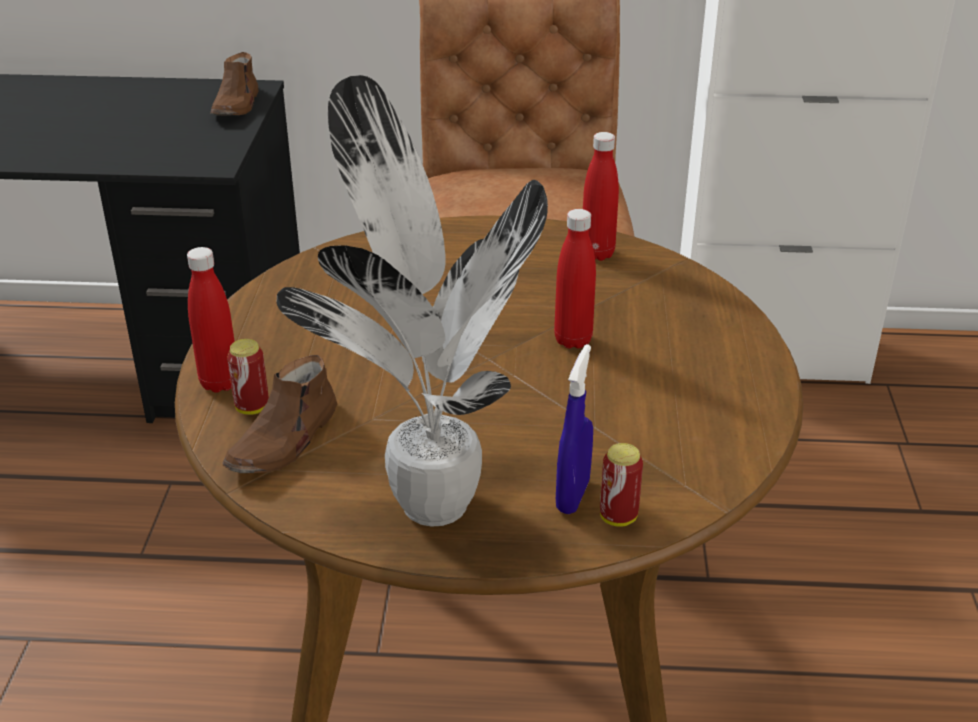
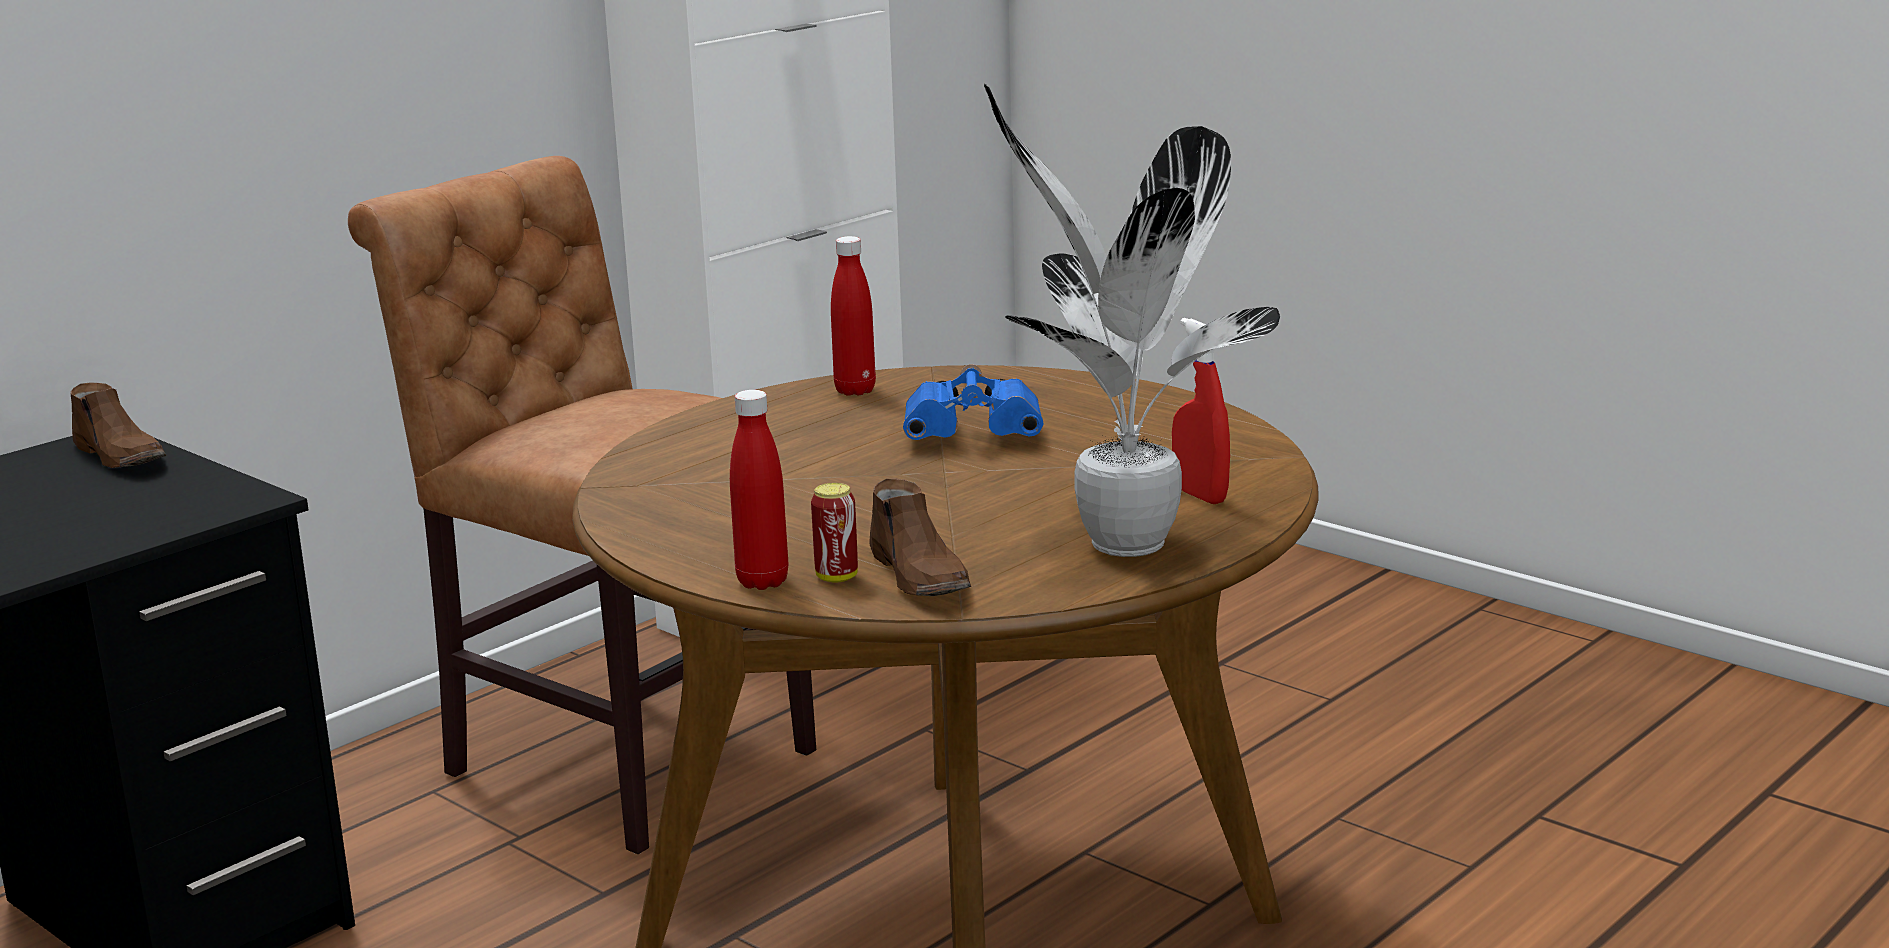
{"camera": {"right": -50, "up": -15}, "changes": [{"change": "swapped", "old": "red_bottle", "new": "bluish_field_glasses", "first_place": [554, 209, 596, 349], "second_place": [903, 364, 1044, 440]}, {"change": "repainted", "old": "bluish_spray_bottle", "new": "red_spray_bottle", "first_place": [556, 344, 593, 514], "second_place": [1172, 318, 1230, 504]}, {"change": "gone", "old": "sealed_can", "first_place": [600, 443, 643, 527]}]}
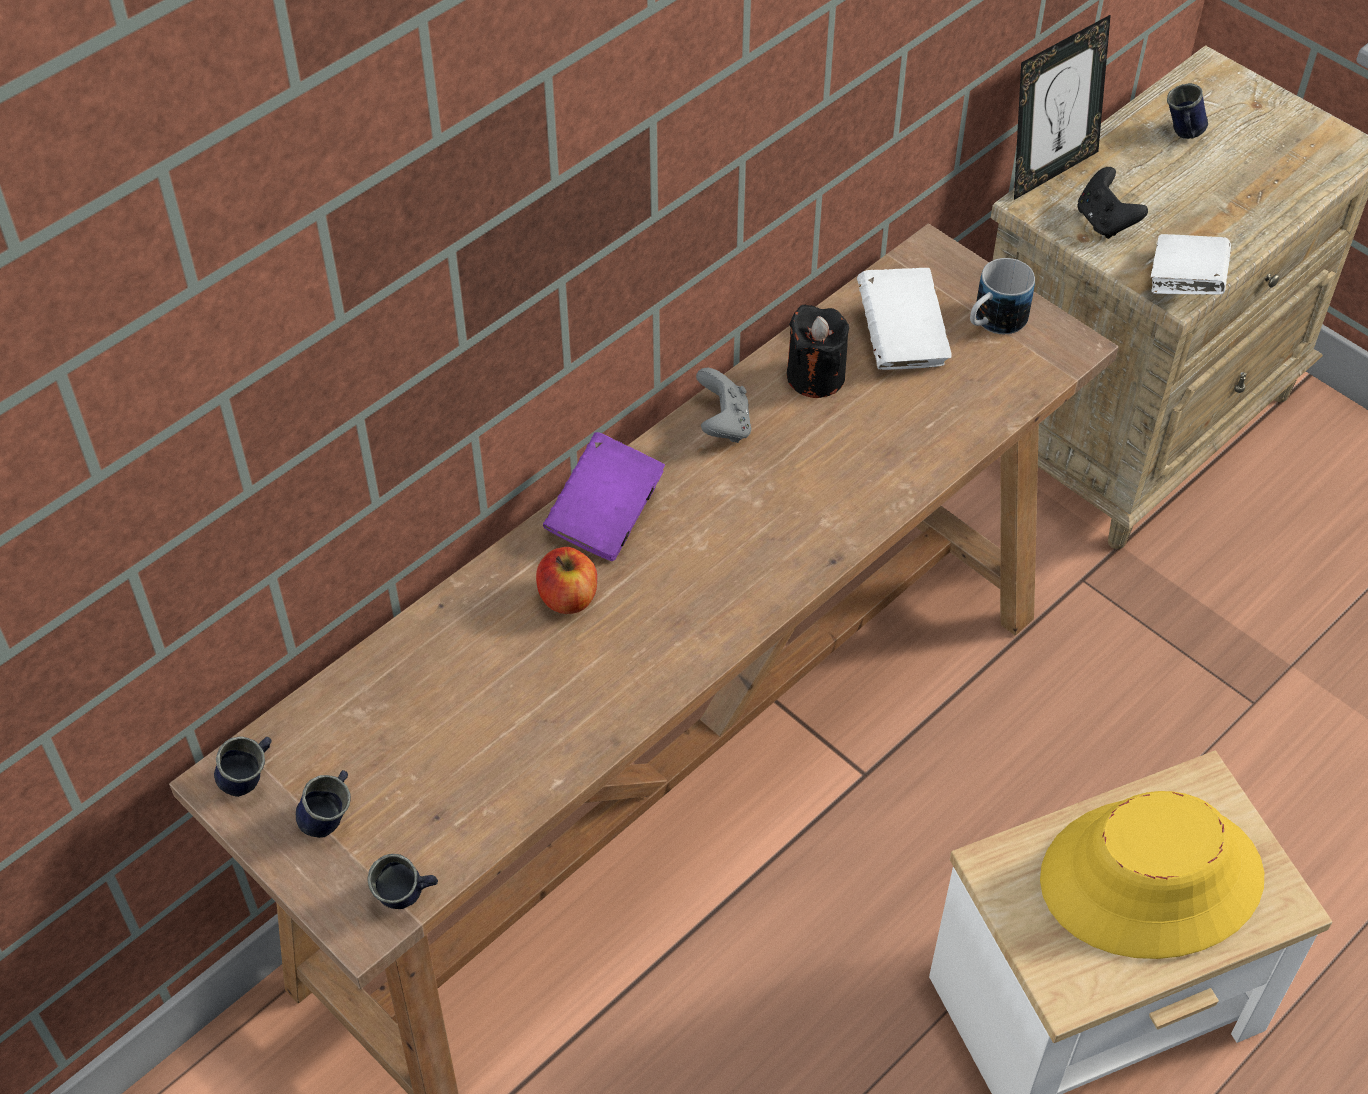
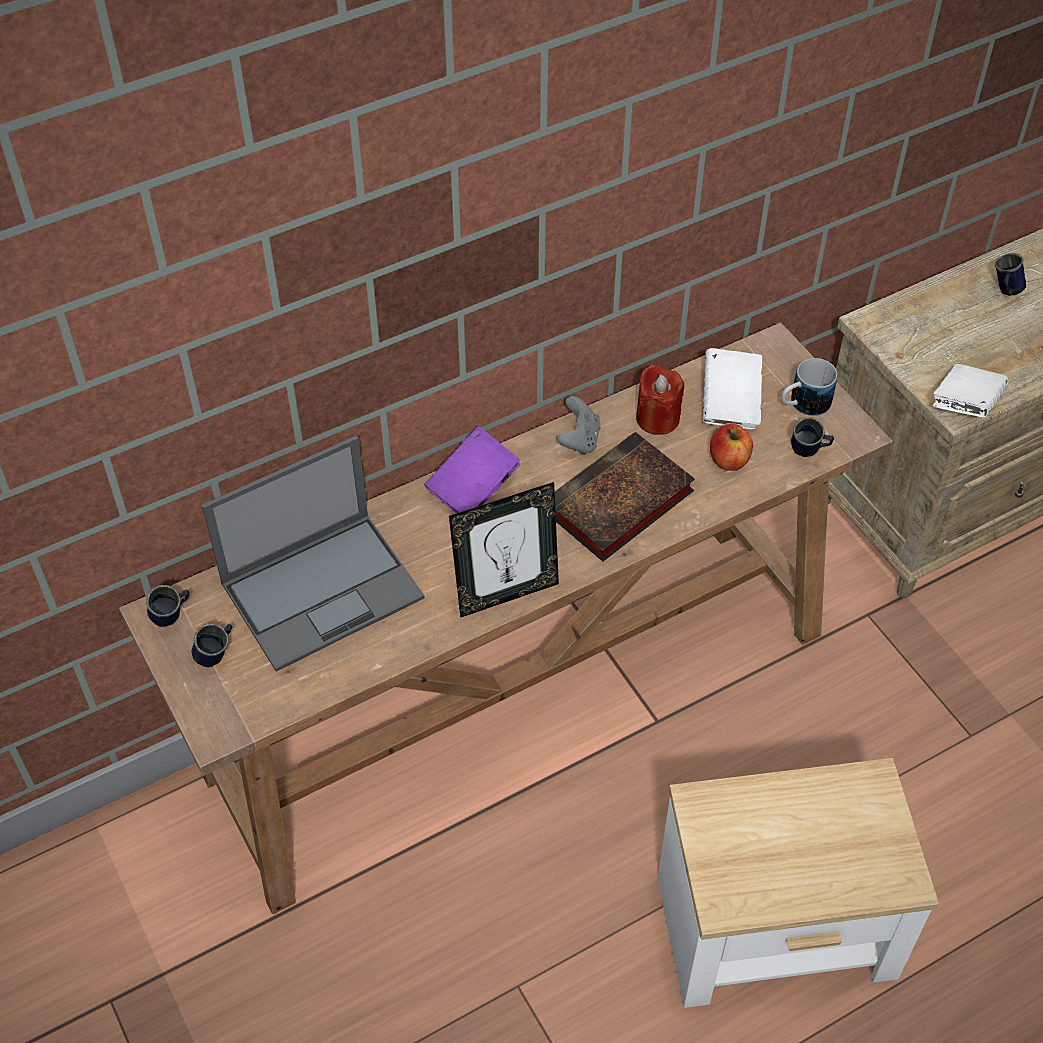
{"camera": {"right": 15, "up": 0}, "changes": [{"change": "shifted", "old": "standing_frame", "first_place": [1014, 15, 1111, 200], "second_place": [449, 482, 559, 618]}, {"change": "gone", "old": "black_game_controller", "first_place": [1077, 167, 1148, 239]}, {"change": "repainted", "old": "black_wax_candle", "new": "red_wax_candle", "first_place": [787, 305, 849, 398], "second_place": [636, 364, 684, 435]}, {"change": "shifted", "old": "whole_apple", "first_place": [536, 547, 597, 614], "second_place": [710, 424, 753, 471]}, {"change": "gone", "old": "yellow_clothing_hat", "first_place": [1040, 791, 1264, 959]}, {"change": "shifted", "old": "bluish_mug", "first_place": [367, 854, 438, 909], "second_place": [791, 417, 834, 457]}, {"change": "new", "new": "book", "second_place": [554, 432, 695, 562]}, {"change": "new", "new": "portable_computer", "second_place": [202, 436, 425, 671]}]}
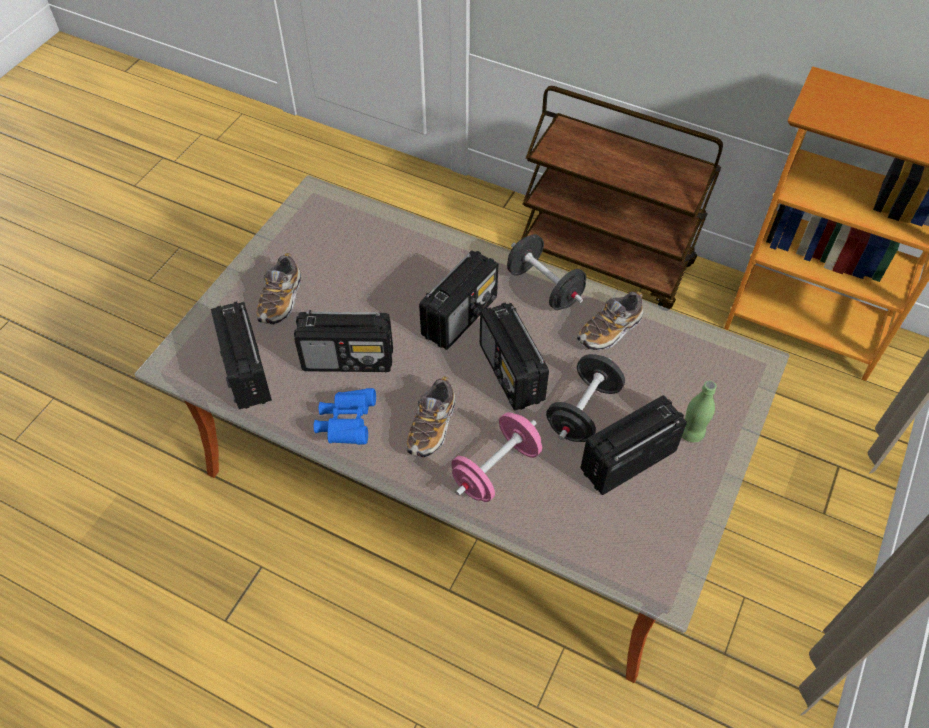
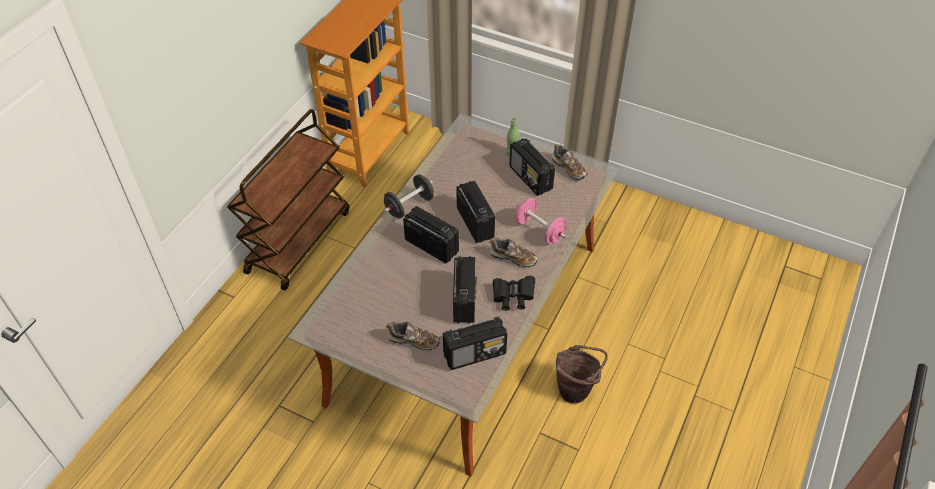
{"camera": {"right": -90, "up": -5}, "changes": [{"change": "shifted", "old": "low_shoe", "first_place": [577, 291, 643, 350], "second_place": [552, 144, 588, 181]}, {"change": "rotated", "old": "radio_receiver", "first_place": [480, 303, 549, 411], "second_place": [456, 181, 495, 243], "degrees": -90}, {"change": "gone", "old": "black_dumbbell", "first_place": [546, 354, 625, 442]}, {"change": "repainted", "old": "bluish_field_glasses", "new": "black_field_glasses", "first_place": [314, 388, 376, 445], "second_place": [492, 276, 535, 311]}, {"change": "new", "new": "brown-coloured_bucket", "second_place": [556, 345, 608, 403]}]}
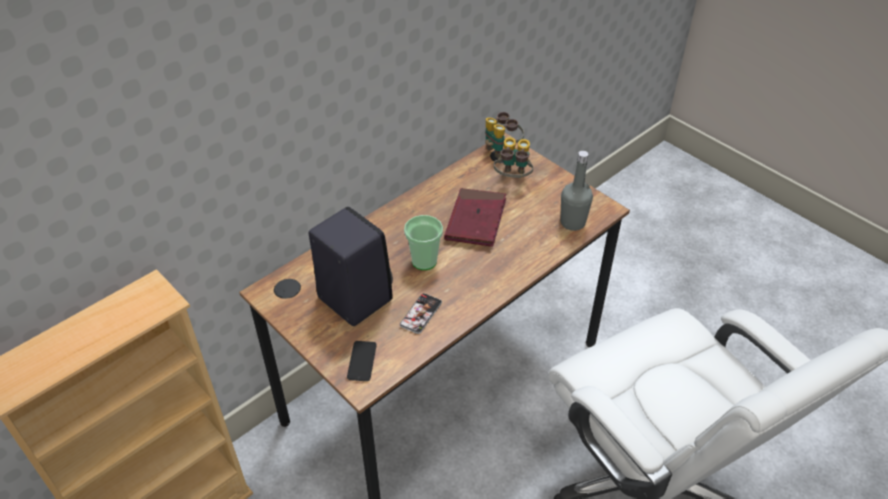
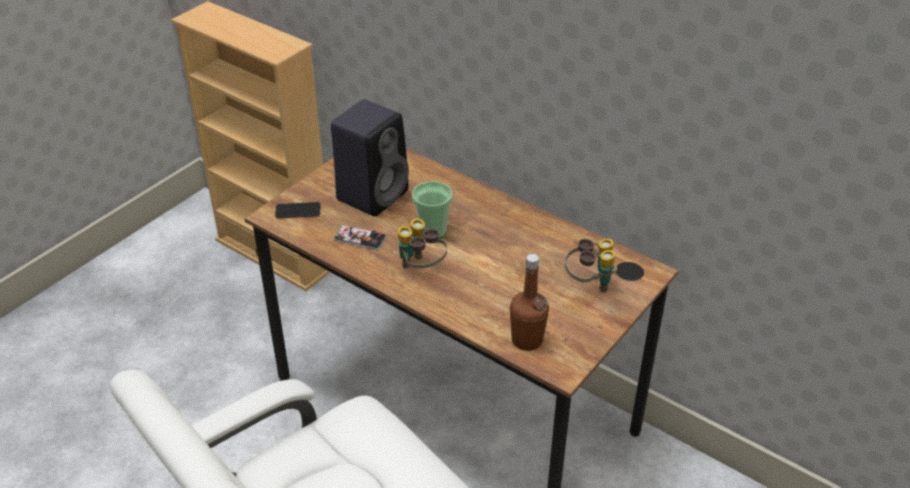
{"camera": {"right": 80, "up": -5}, "changes": [{"change": "shifted", "old": "field_glasses", "first_place": [485, 112, 524, 158], "second_place": [398, 218, 447, 268]}, {"change": "repainted", "old": "gray_bottle", "new": "brown-coloured_bottle", "first_place": [560, 151, 593, 231], "second_place": [510, 254, 549, 351]}, {"change": "gone", "old": "red_book", "first_place": [444, 188, 506, 247]}]}
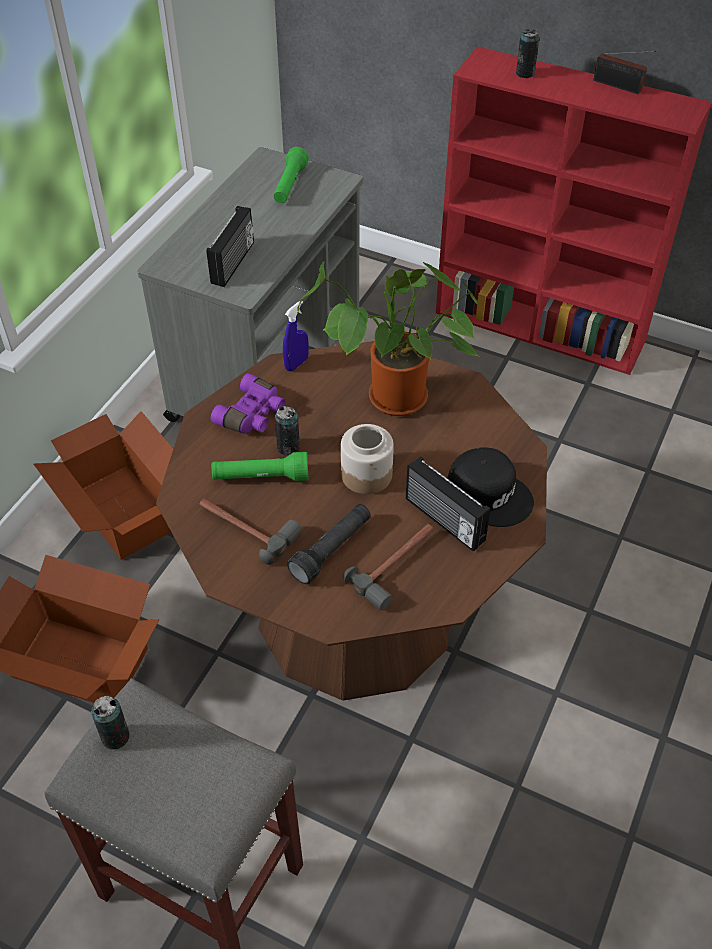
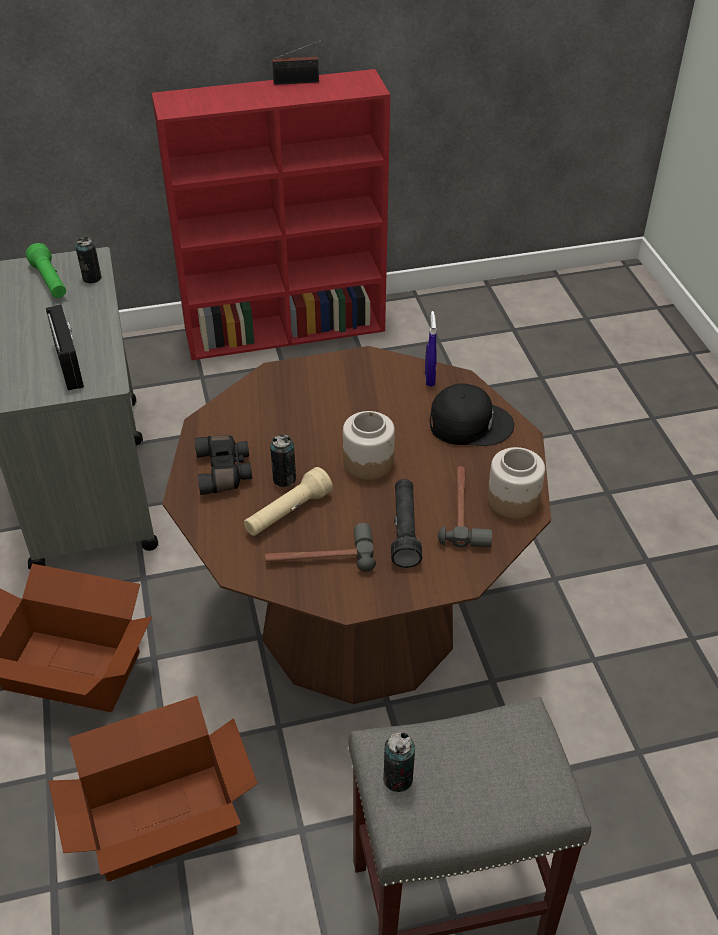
{"camera": {"right": -40, "up": -5}, "changes": [{"change": "shifted", "old": "sealed_can", "first_place": [516, 29, 540, 78], "second_place": [76, 237, 102, 283]}, {"change": "gone", "old": "potted_plant", "first_place": [297, 261, 479, 416]}, {"change": "shifted", "old": "bluish_spray_bottle", "first_place": [283, 301, 309, 372], "second_place": [425, 311, 437, 387]}, {"change": "repainted", "old": "purple-coloured_field_glasses", "new": "black_field_glasses", "first_place": [211, 373, 285, 434], "second_place": [195, 436, 252, 495]}, {"change": "repainted", "old": "green_torch", "new": "beige-coloured_torch", "first_place": [212, 452, 309, 481], "second_place": [244, 467, 333, 536]}, {"change": "gone", "old": "radio_receiver", "first_place": [406, 456, 490, 552]}, {"change": "new", "new": "storage_jar", "second_place": [487, 447, 545, 519]}]}
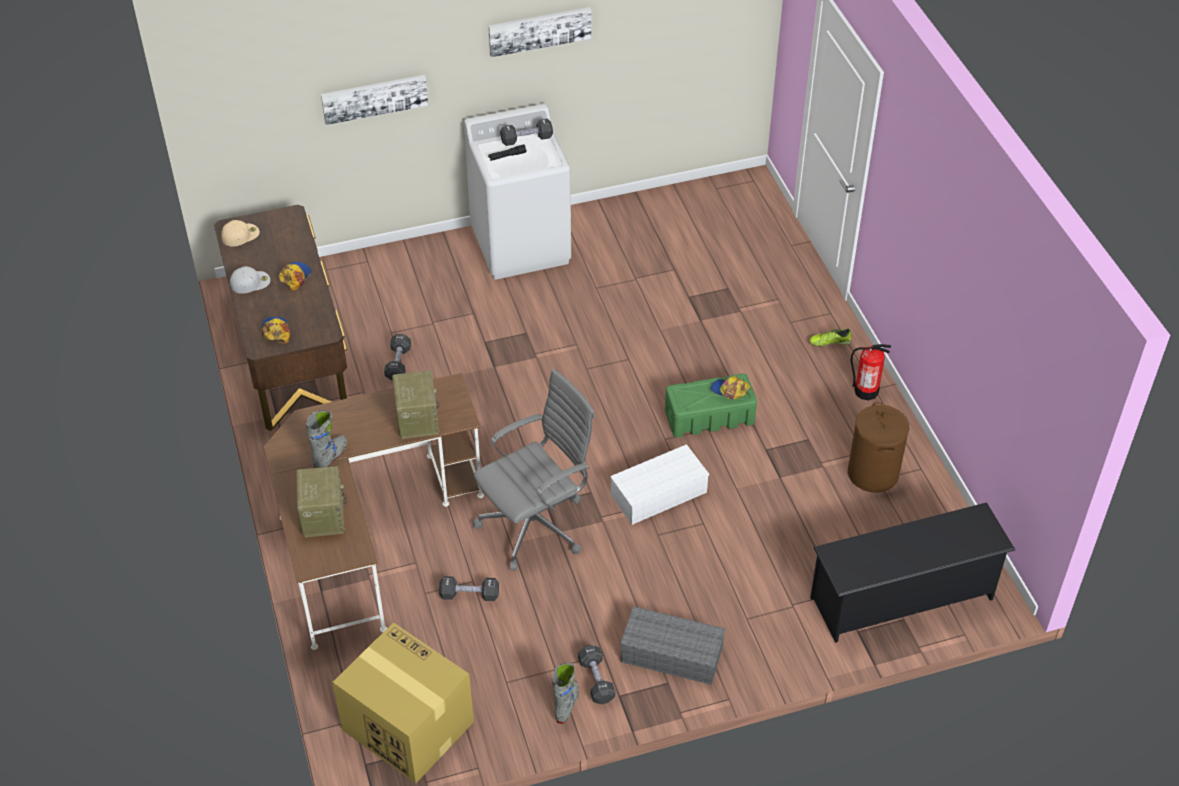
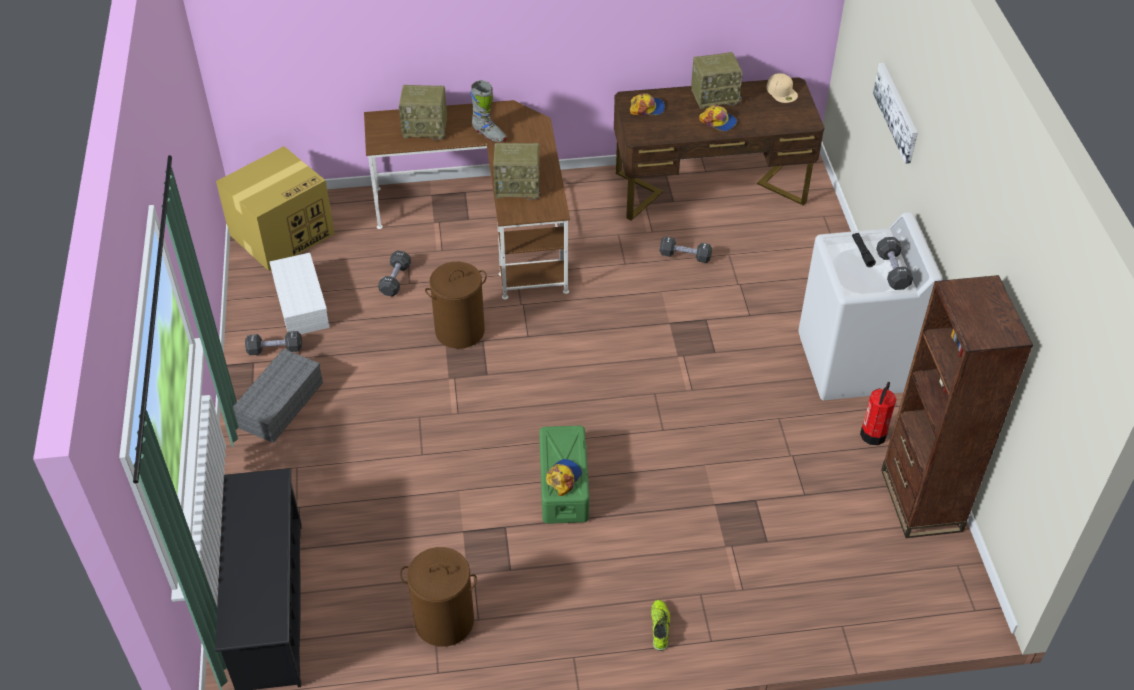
{"camera": {"right": 100, "up": 0}, "changes": [{"change": "gone", "old": "picture", "first_place": [488, 7, 591, 57]}, {"change": "swapped", "old": "whitish_peaked_cap", "new": "radio_receiver", "first_place": [230, 266, 270, 293], "second_place": [691, 52, 743, 109]}, {"change": "shifted", "old": "extinguisher", "first_place": [851, 344, 891, 400], "second_place": [860, 382, 896, 445]}, {"change": "swapped", "old": "gray_desk_chair", "new": "brown-coloured_washing_basket", "first_place": [472, 369, 595, 570], "second_place": [425, 262, 487, 349]}, {"change": "shifted", "old": "whitish_storage_bin", "first_place": [610, 444, 709, 525], "second_place": [269, 253, 330, 334]}, {"change": "gone", "old": "gray_tall_boot", "first_place": [552, 663, 579, 724]}, {"change": "new", "new": "brown-coloured_bookcase", "second_place": [881, 275, 1033, 538]}]}
